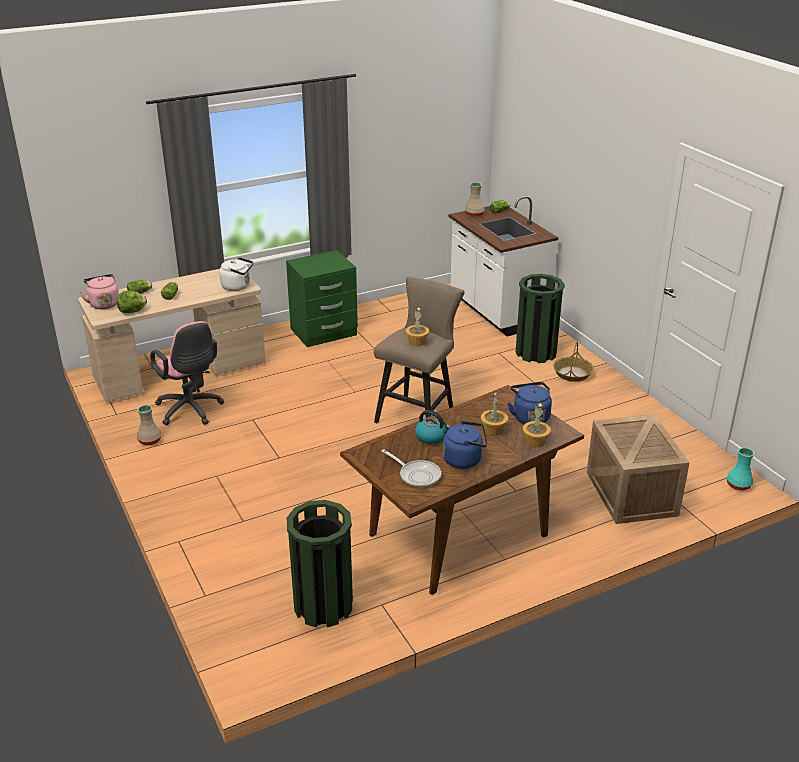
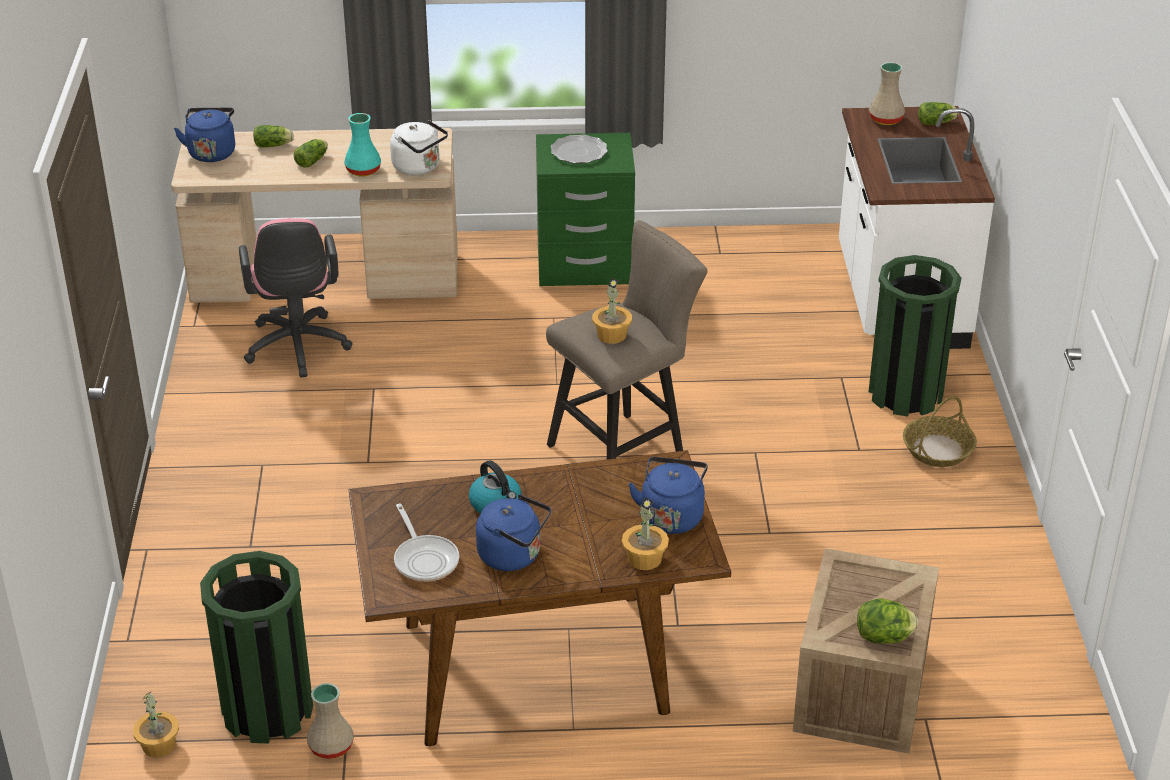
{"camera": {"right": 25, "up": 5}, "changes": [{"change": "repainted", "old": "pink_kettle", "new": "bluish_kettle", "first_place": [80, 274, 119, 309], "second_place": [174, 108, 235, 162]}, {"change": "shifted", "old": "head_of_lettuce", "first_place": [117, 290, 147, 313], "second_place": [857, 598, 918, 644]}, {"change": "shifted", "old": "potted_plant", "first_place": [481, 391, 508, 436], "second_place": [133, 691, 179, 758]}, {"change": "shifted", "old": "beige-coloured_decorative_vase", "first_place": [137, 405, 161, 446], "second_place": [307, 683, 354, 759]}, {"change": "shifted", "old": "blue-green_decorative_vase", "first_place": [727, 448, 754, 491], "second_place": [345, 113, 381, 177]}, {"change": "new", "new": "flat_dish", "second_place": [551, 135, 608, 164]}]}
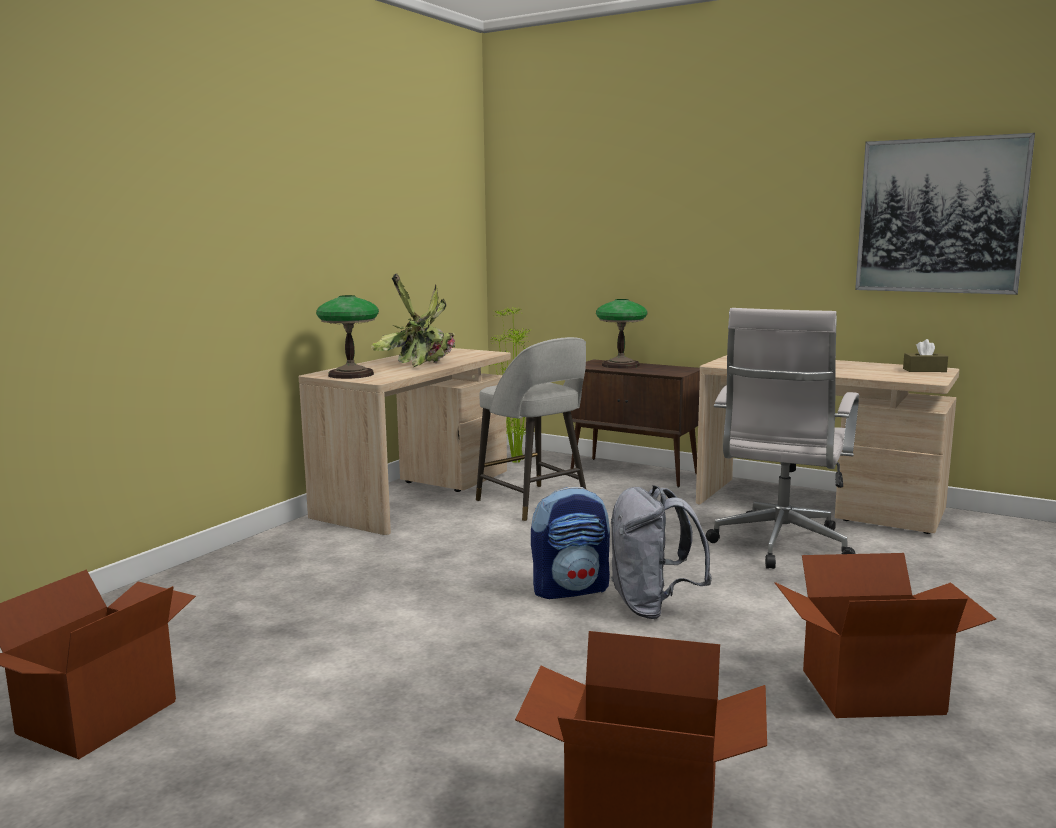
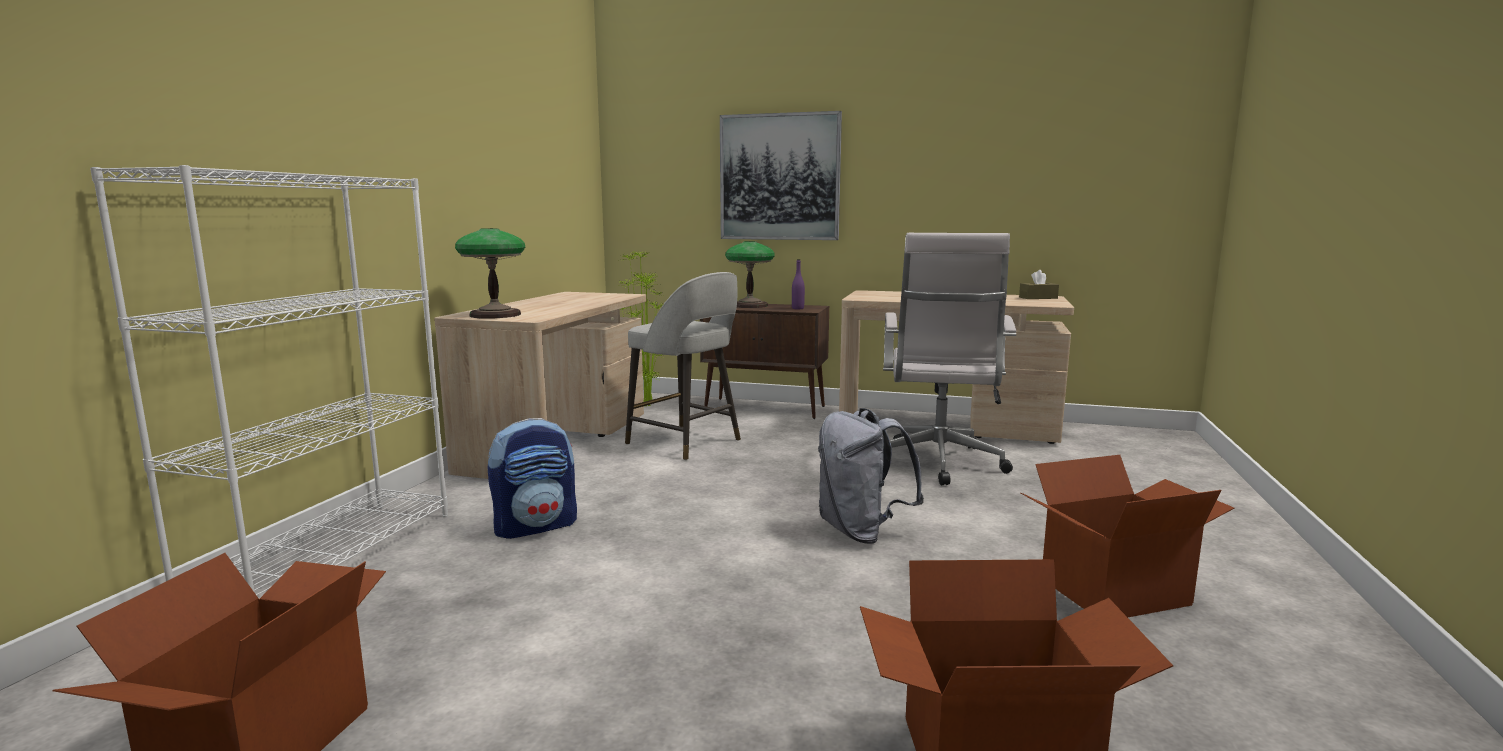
{"camera": {"right": -15, "up": 0}, "changes": [{"change": "shifted", "old": "picture", "first_place": [855, 133, 1035, 295], "second_place": [720, 111, 842, 240]}, {"change": "gone", "old": "potted_plant", "first_place": [371, 273, 455, 367]}, {"change": "shifted", "old": "knapsack", "first_place": [531, 487, 610, 599], "second_place": [488, 418, 577, 539]}, {"change": "new", "new": "whitish_bookcase", "second_place": [90, 165, 448, 599]}, {"change": "new", "new": "purple-coloured_bottle", "second_place": [792, 259, 805, 309]}]}
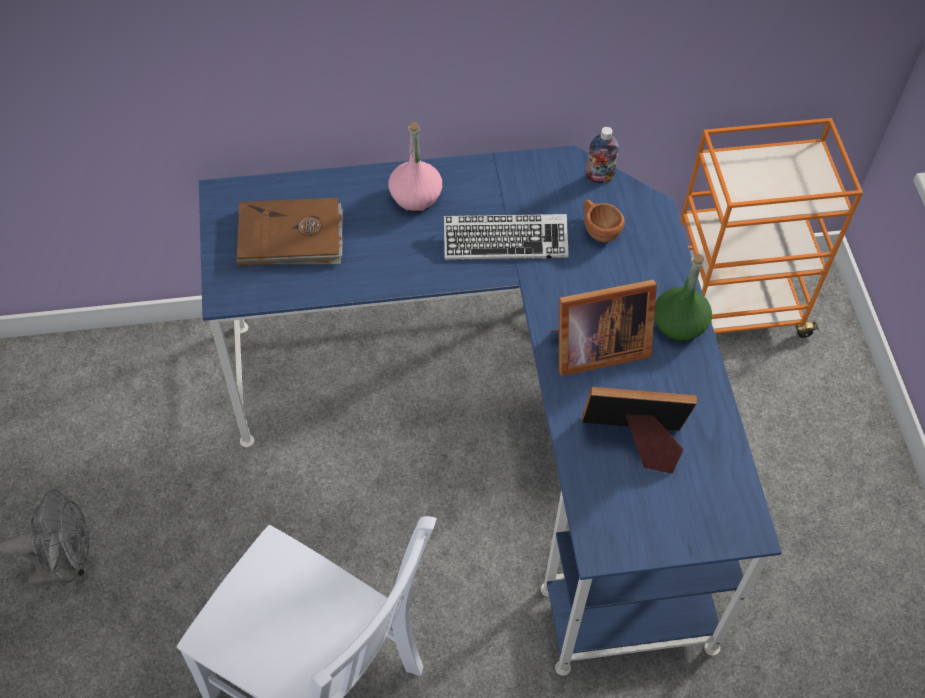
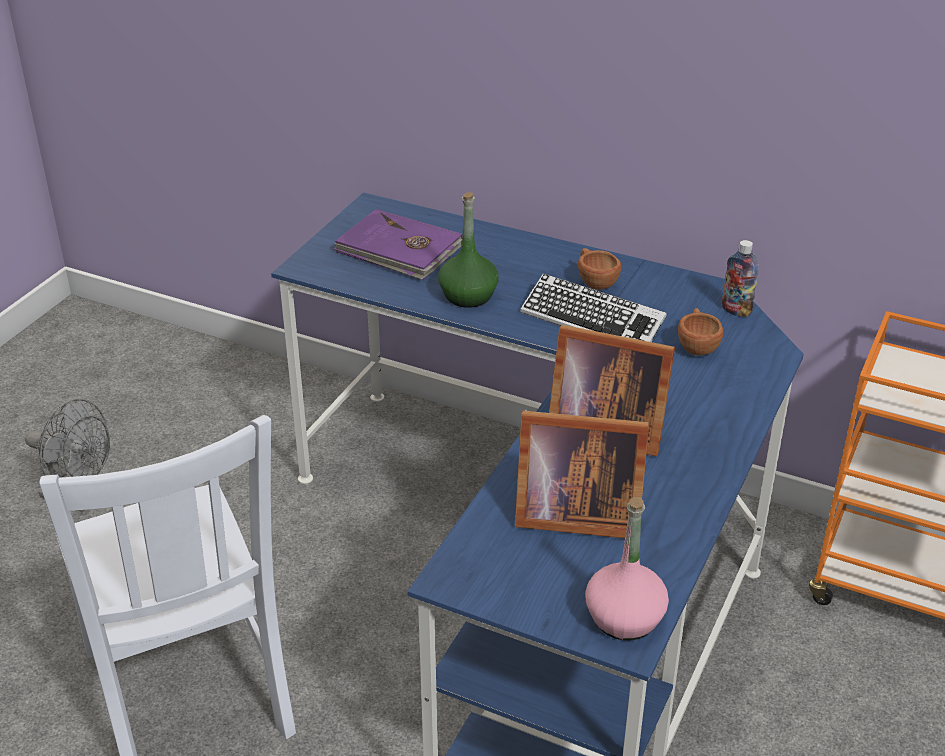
{"camera": {"right": 35, "up": -20}, "changes": [{"change": "shifted", "old": "pink_bottle", "first_place": [388, 122, 442, 212], "second_place": [585, 497, 669, 640]}, {"change": "repainted", "old": "brown-coloured_book", "new": "purple-coloured_book", "first_place": [236, 198, 343, 266], "second_place": [334, 209, 463, 280]}, {"change": "shifted", "old": "green_bottle", "first_place": [654, 254, 712, 342], "second_place": [438, 192, 499, 308]}, {"change": "rotated", "old": "standing_frame", "first_place": [582, 387, 697, 474], "second_place": [515, 411, 649, 538], "degrees": 150}, {"change": "new", "new": "brown-coloured_small_cup", "second_place": [578, 248, 622, 290]}]}
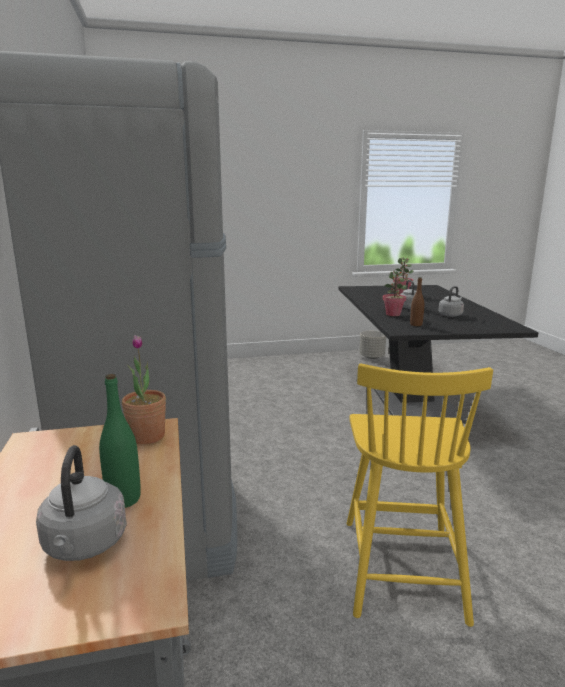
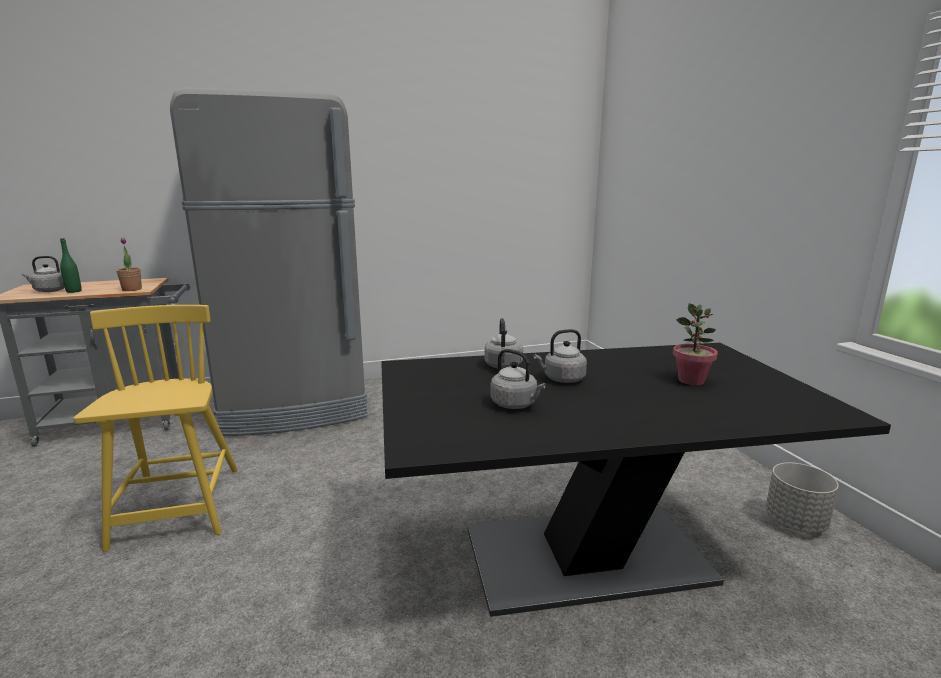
{"camera": {"right": 85, "up": 0}, "changes": [{"change": "swapped", "old": "potted_plant", "new": "gray_kettle", "first_place": [382, 271, 407, 316], "second_place": [484, 318, 523, 369]}, {"change": "gone", "old": "brown-coloured_bottle", "first_place": [410, 277, 424, 326]}, {"change": "rotated", "old": "yellow_plain_chair", "first_place": [347, 363, 493, 627], "second_place": [73, 305, 238, 552], "degrees": 75}]}
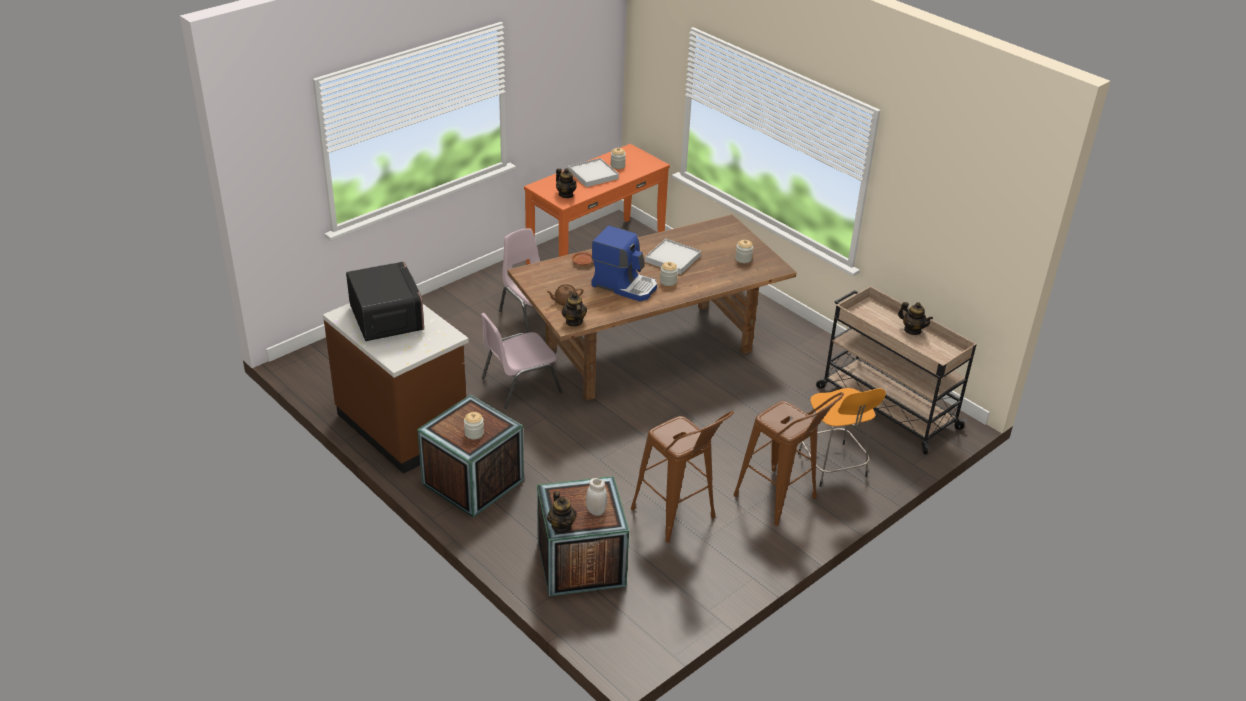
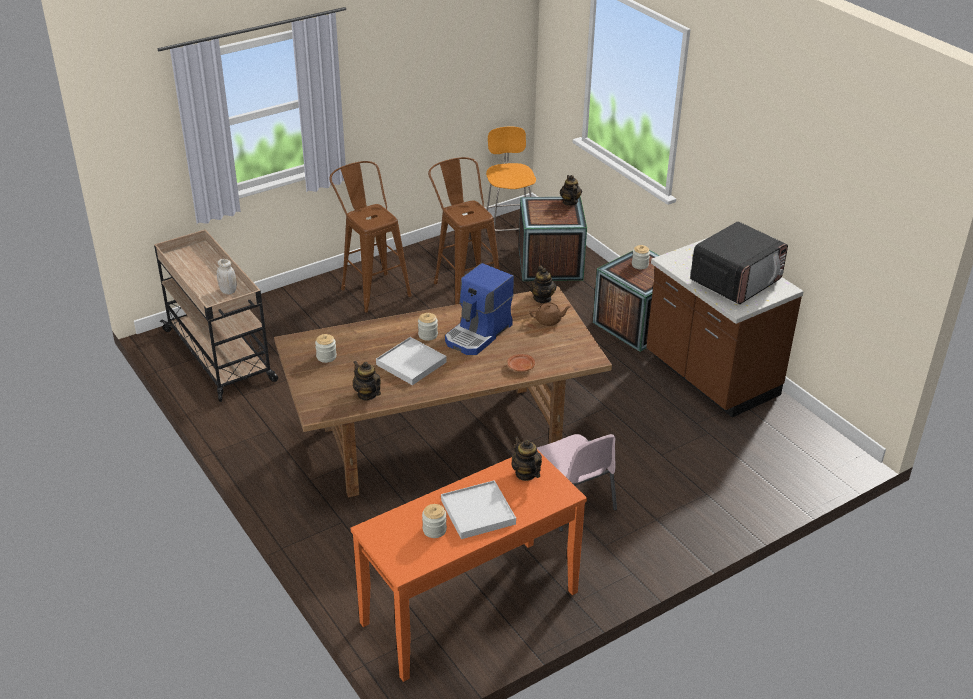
{"camera": {"right": -170, "up": 0}, "changes": [{"change": "rotated", "old": "coffee_maker", "first_place": [591, 225, 657, 301], "second_place": [445, 263, 514, 355], "degrees": -90}, {"change": "rotated", "old": "microwave", "first_place": [346, 262, 424, 341], "second_place": [690, 221, 788, 304], "degrees": -120}, {"change": "shifted", "old": "pot_for_tea", "first_place": [898, 302, 933, 335], "second_place": [353, 361, 381, 400]}, {"change": "gone", "old": "pink_plain_chair", "first_place": [481, 313, 562, 409]}, {"change": "shifted", "old": "orange-coloured_sitting_stool", "first_place": [798, 388, 886, 487], "second_place": [486, 126, 536, 231]}, {"change": "shifted", "old": "whitish_storage_jar", "first_place": [586, 478, 607, 516], "second_place": [217, 259, 237, 294]}]}
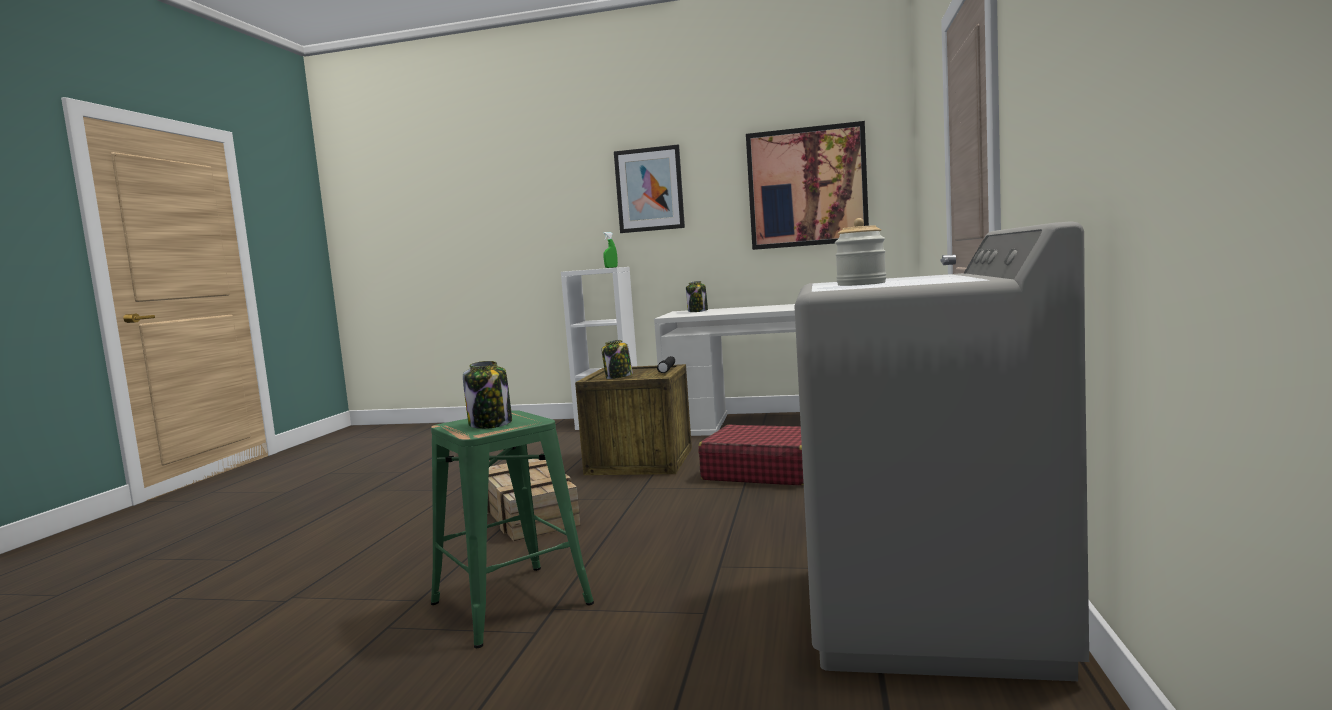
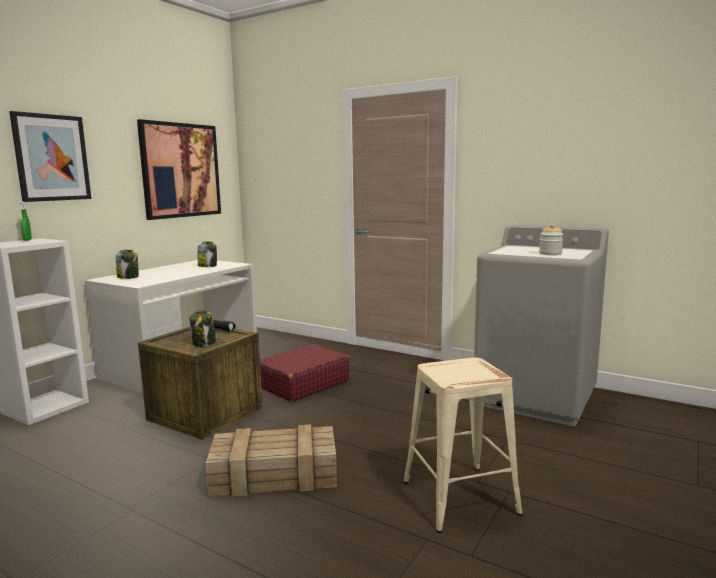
{"camera": {"right": -70, "up": 5}, "changes": [{"change": "shifted", "old": "storage_jar", "first_place": [463, 361, 512, 429], "second_place": [198, 241, 217, 267]}, {"change": "repainted", "old": "green_sitting_stool", "new": "beige-coloured_sitting_stool", "first_place": [431, 410, 594, 648], "second_place": [403, 358, 523, 533]}]}
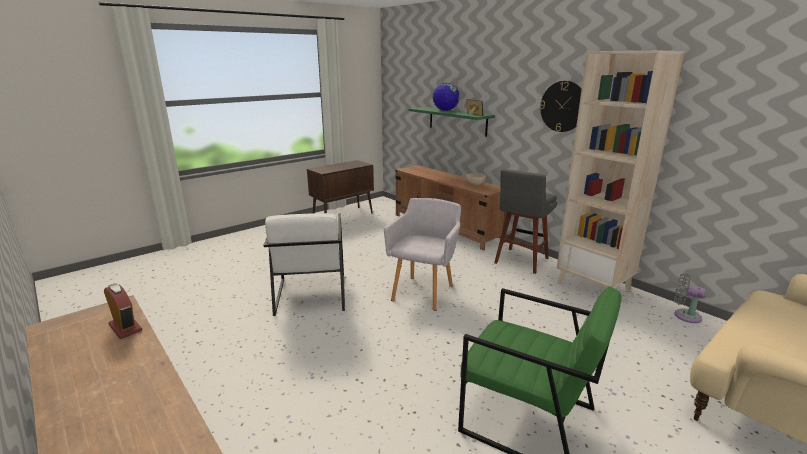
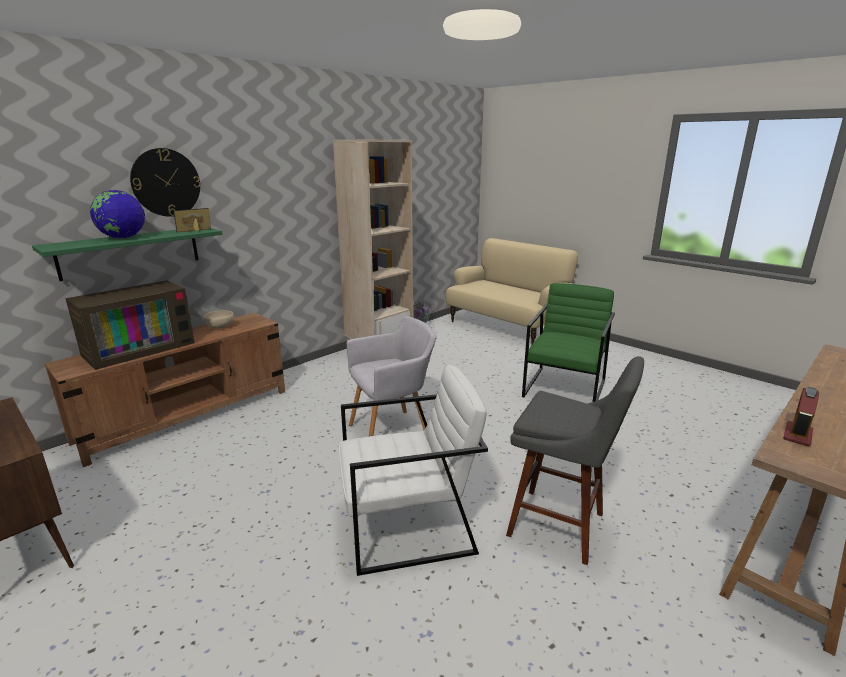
{"camera": {"right": -95, "up": 0}, "changes": [{"change": "shifted", "old": "wall_clock", "first_place": [540, 81, 582, 132], "second_place": [130, 148, 201, 217]}, {"change": "shifted", "old": "gray_sitting_stool", "first_place": [494, 169, 557, 274], "second_place": [506, 356, 644, 565]}, {"change": "rotated", "old": "gray_lounge_chair", "first_place": [384, 198, 461, 311], "second_place": [347, 316, 437, 436], "degrees": 135}, {"change": "new", "new": "TV_set", "second_place": [65, 280, 195, 370]}]}
